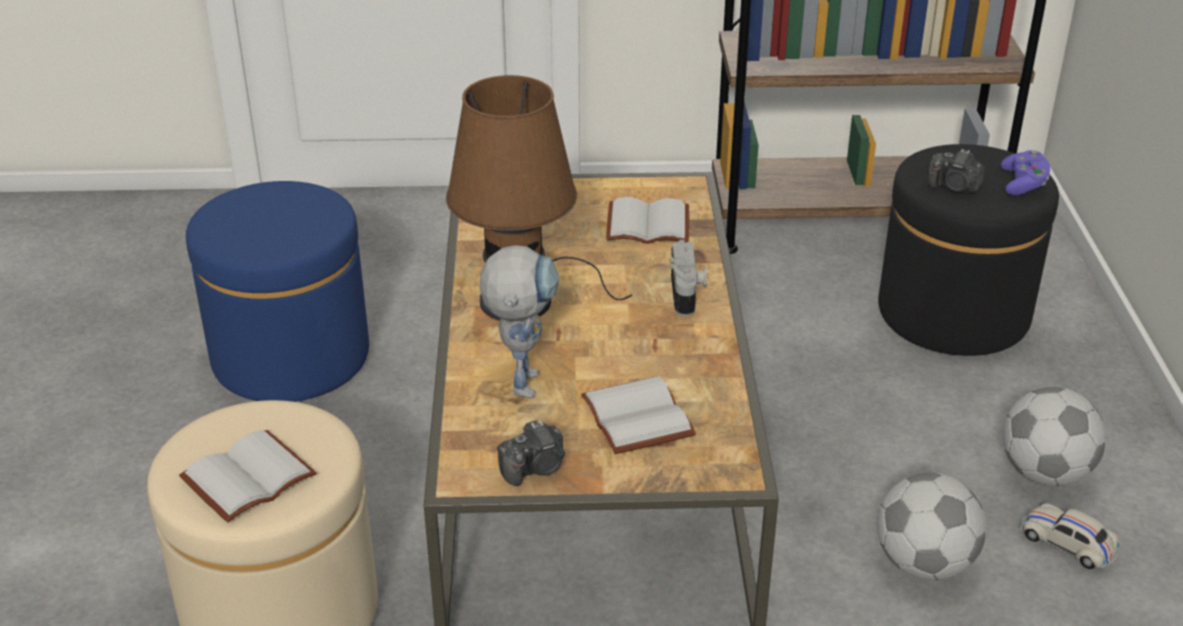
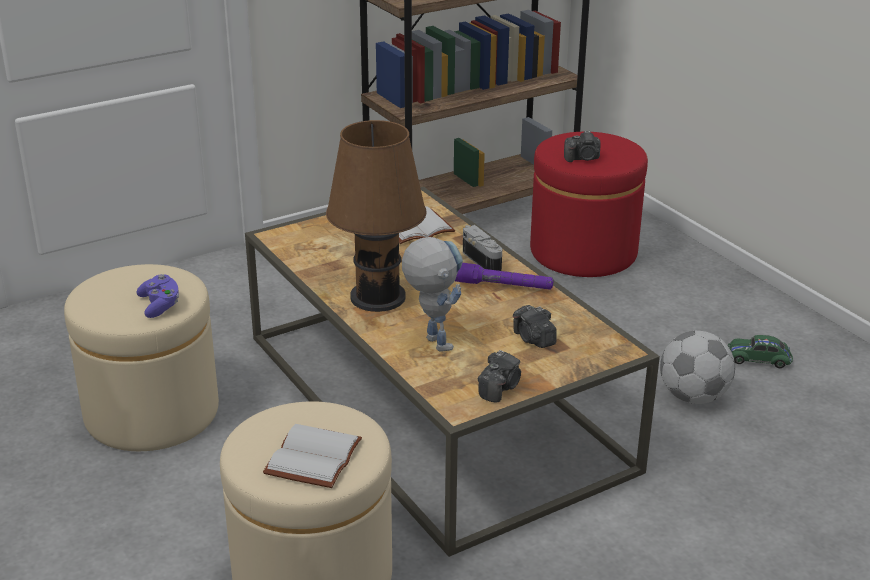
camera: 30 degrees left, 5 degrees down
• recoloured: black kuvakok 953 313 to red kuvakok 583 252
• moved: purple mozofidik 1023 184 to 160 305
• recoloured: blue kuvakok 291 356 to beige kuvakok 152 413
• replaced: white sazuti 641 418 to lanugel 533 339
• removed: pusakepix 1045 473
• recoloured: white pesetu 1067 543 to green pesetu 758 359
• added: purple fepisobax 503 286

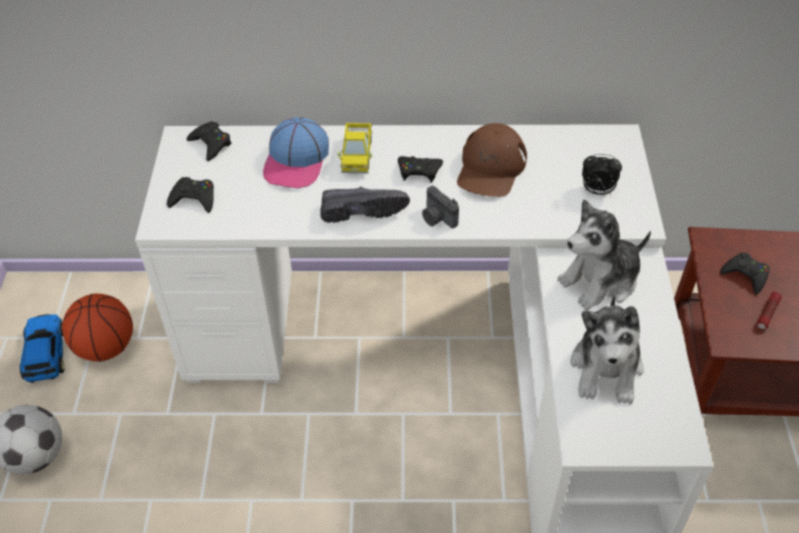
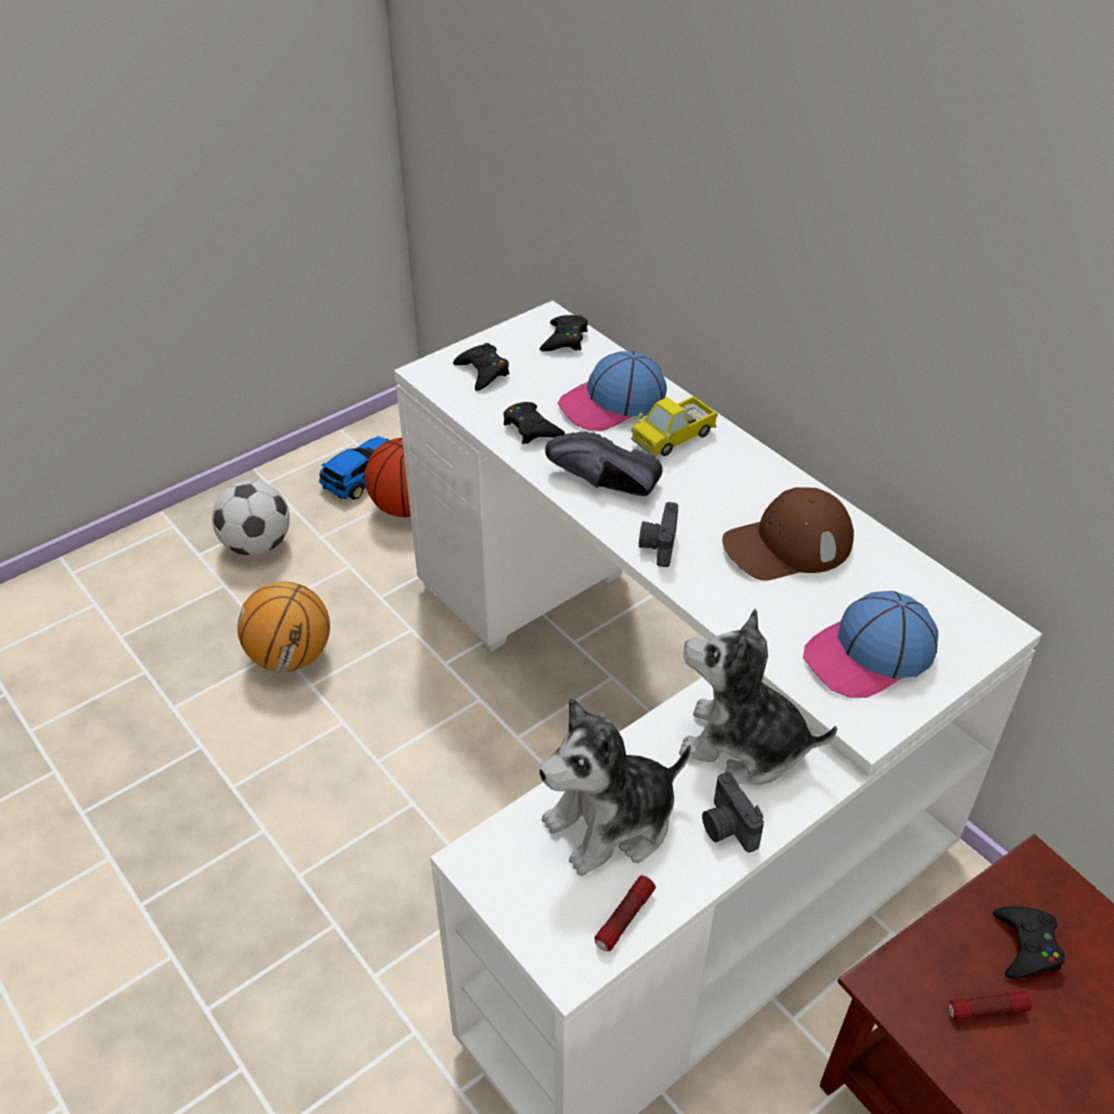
camera: 50 degrees right, 5 degrees down
• replaced: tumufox 597 191 to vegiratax 869 655
• moved: black mozofidik 419 171 to 531 428
• turned: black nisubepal 362 210 = 602 485 150 degrees clockwise
• added: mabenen 291 656
• added: lanugel 727 827
• added: fepisobax 624 919

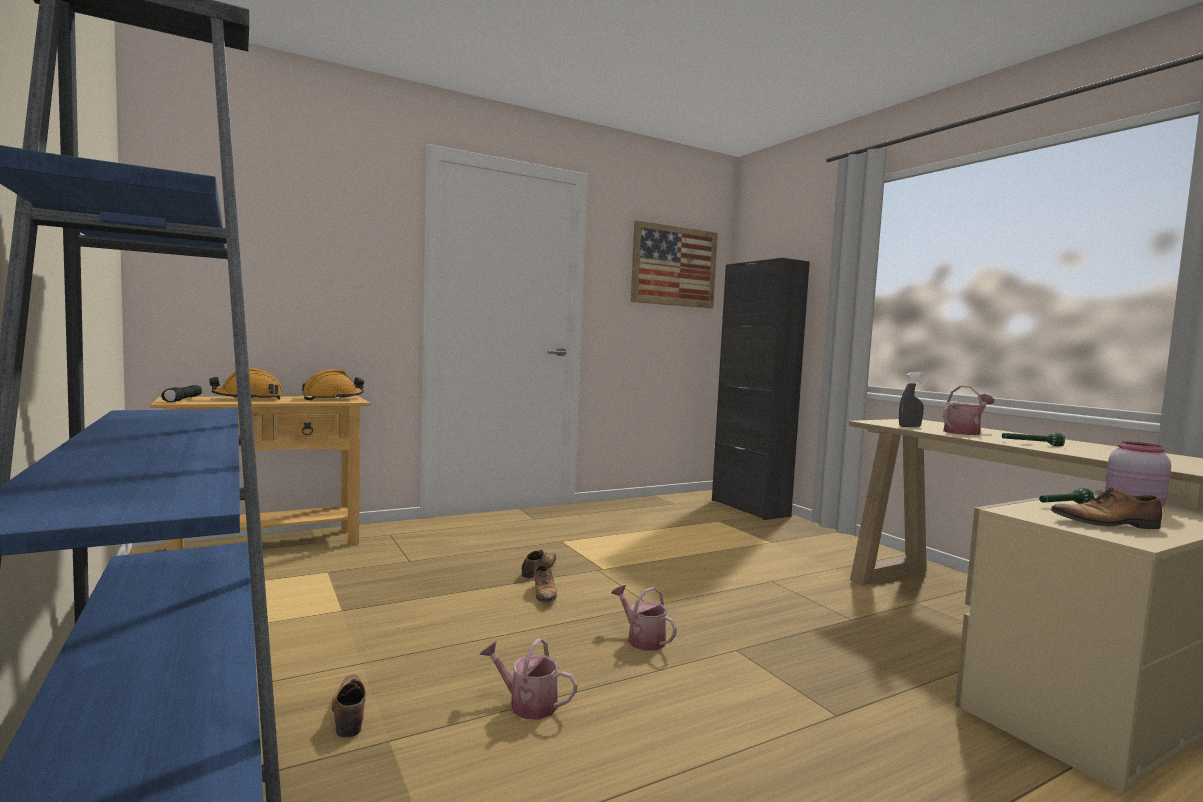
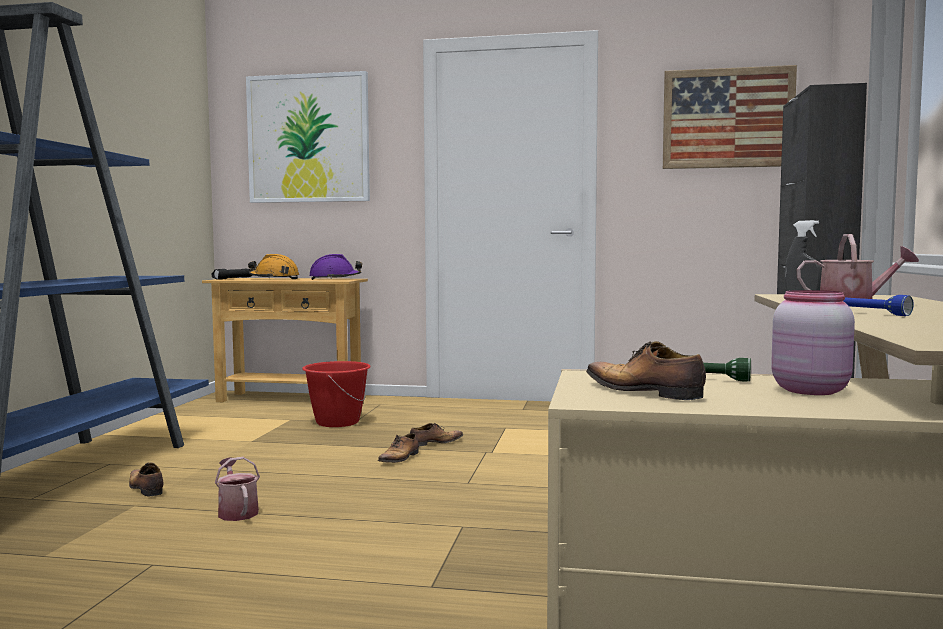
camera: 40 degrees right, 0 degrees up
• recoloured: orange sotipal 333 398 to purple sotipal 335 279
• recoloured: green fepisobax 1031 444 to blue fepisobax 866 313
• removed: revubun 642 639
• turned: nisubepal 349 713 = 145 488 60 degrees counterclockwise
• added: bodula 308 139
• added: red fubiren 337 422

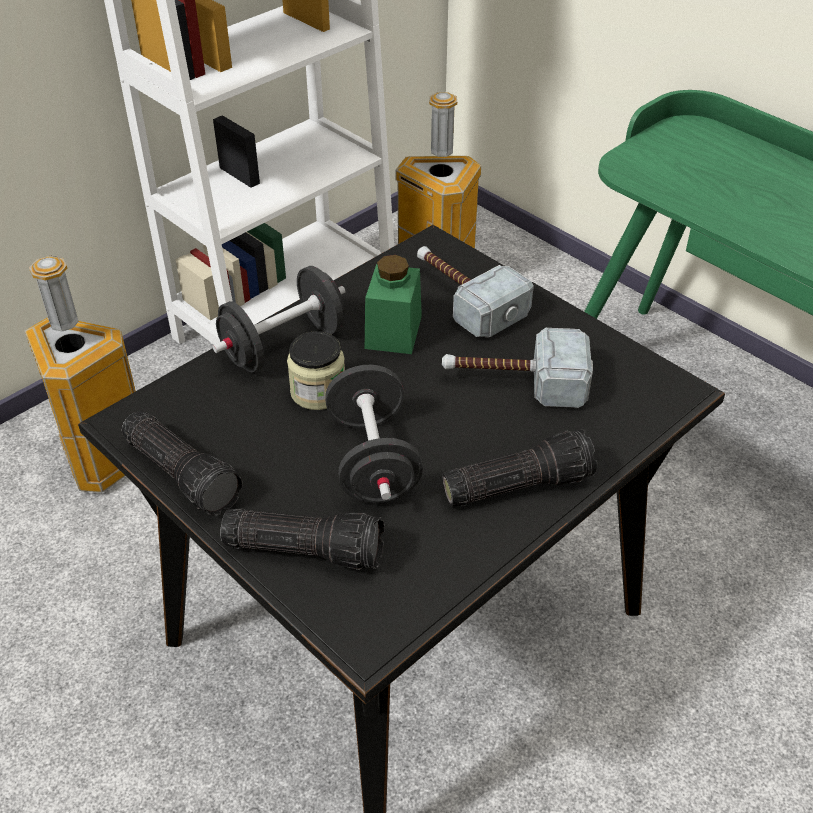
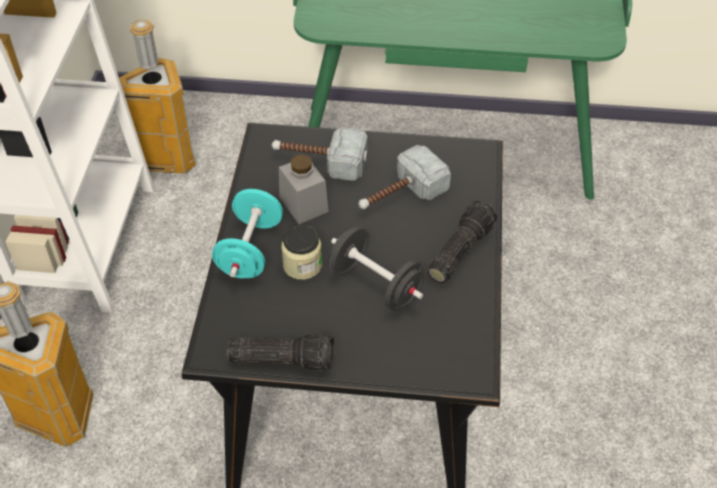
camera: 40 degrees left, 5 degrees up
• recoloured: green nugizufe 393 332 to grey nugizufe 303 204
• recoloured: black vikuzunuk 283 346 to turquoise vikuzunuk 250 250
• removed: fepisobax 306 548

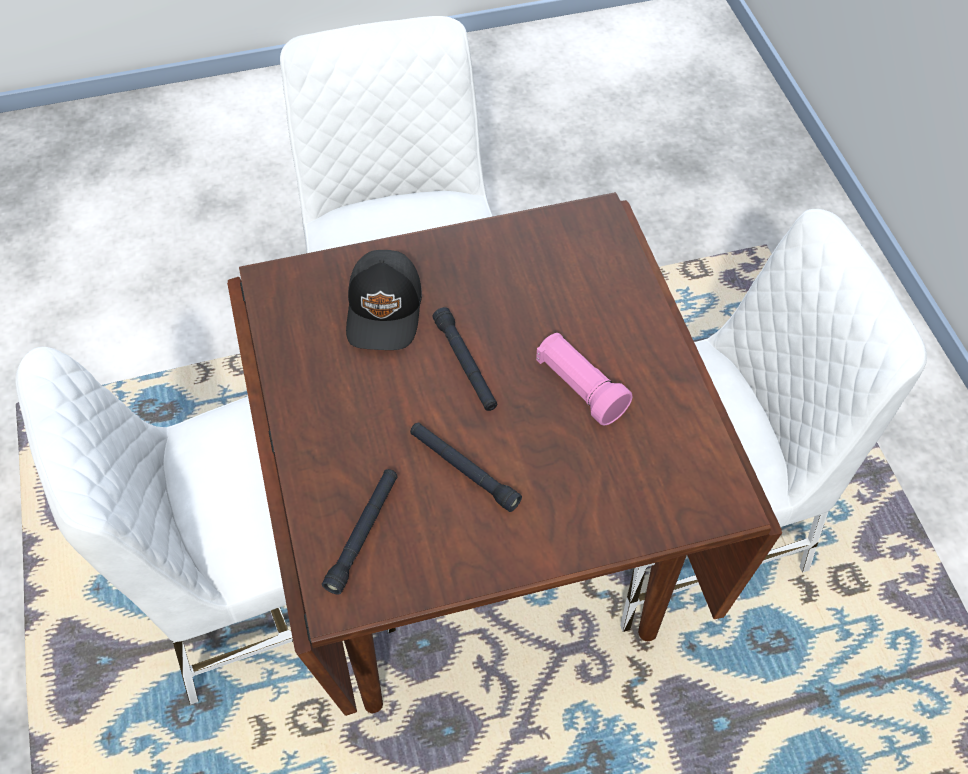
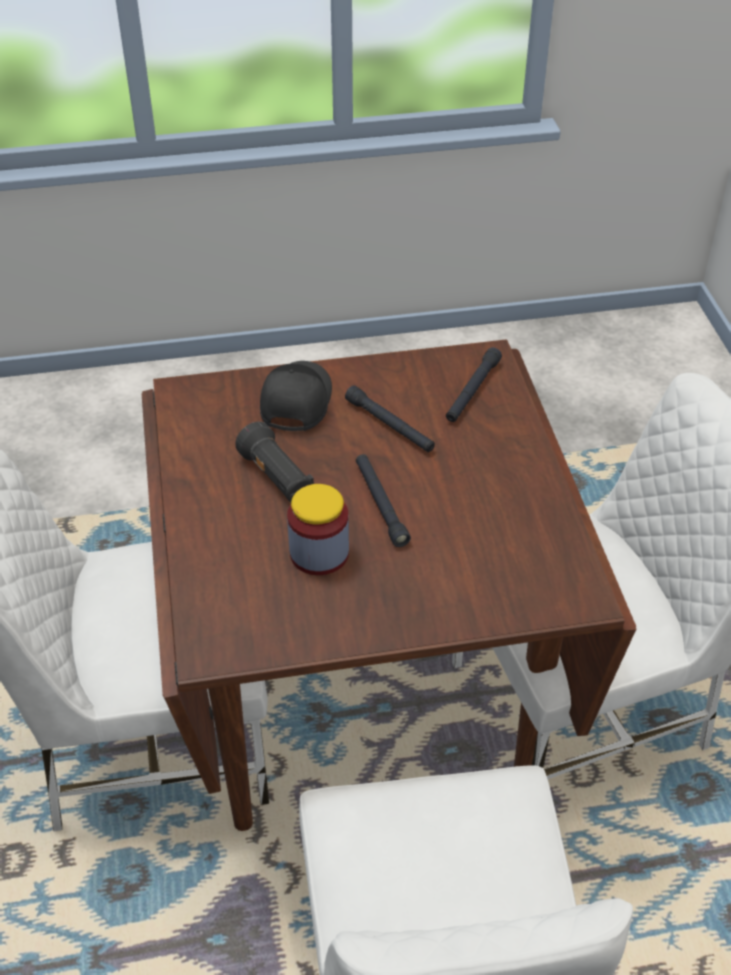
camera: 175 degrees left, 10 degrees down
• moved: black vegiratax 386 310 to 295 402
• recoloured: pink fepisobax 579 388 to black fepisobax 277 478
• added: nugizufe 319 553

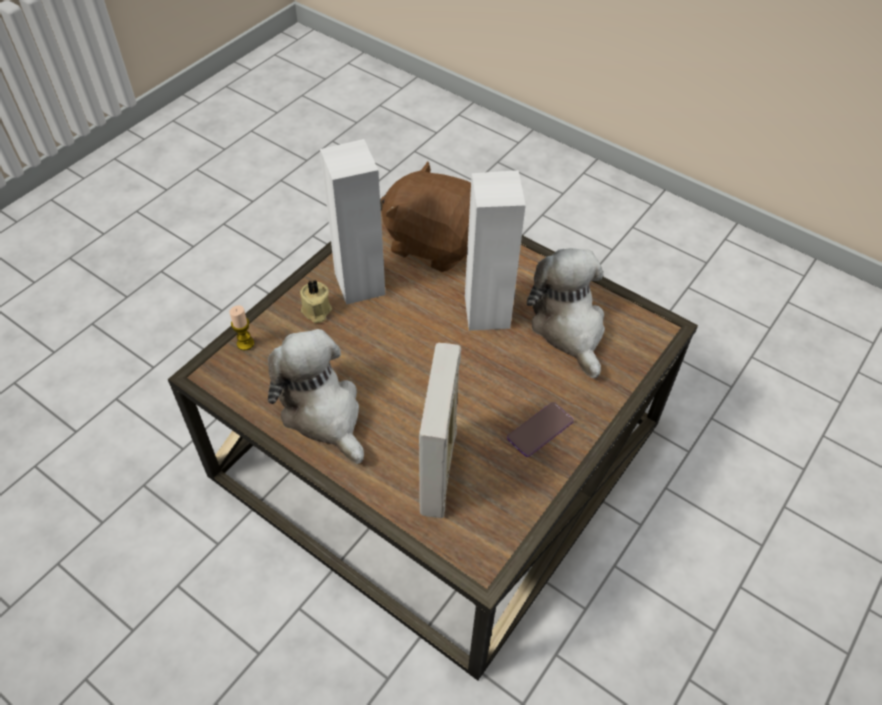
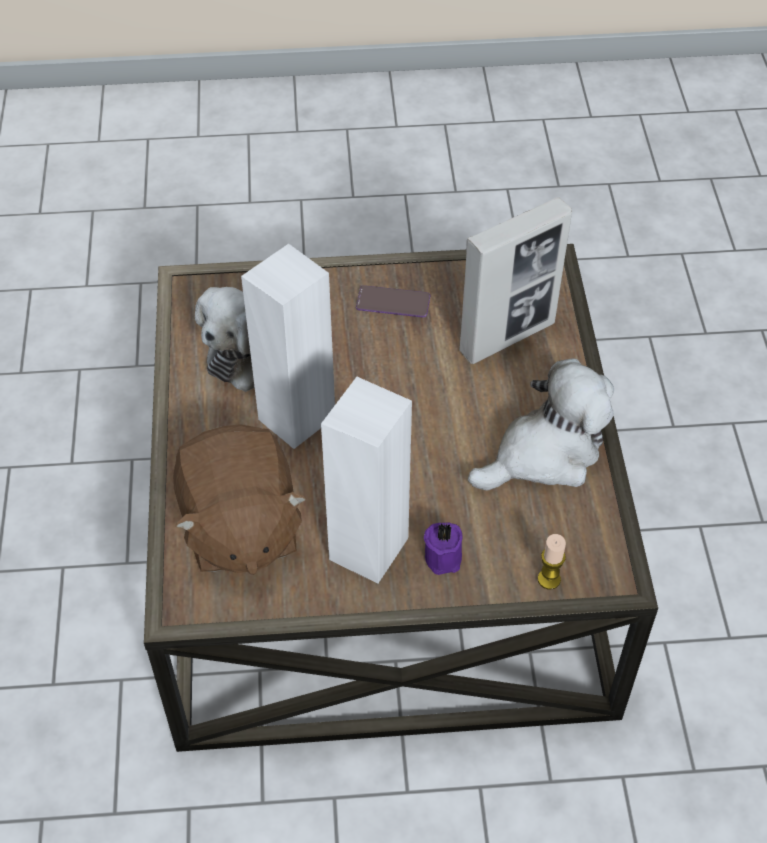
camera: 130 degrees left, 0 degrees up
• recoloured: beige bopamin 316 311 to purple bopamin 444 556
• turned: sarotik 323 412 = 545 454 135 degrees counterclockwise

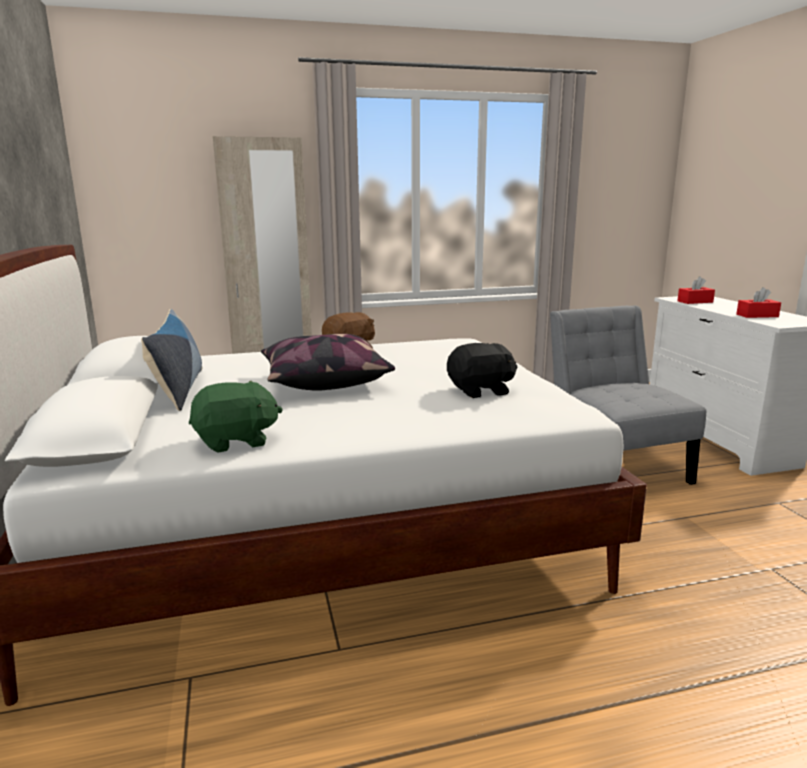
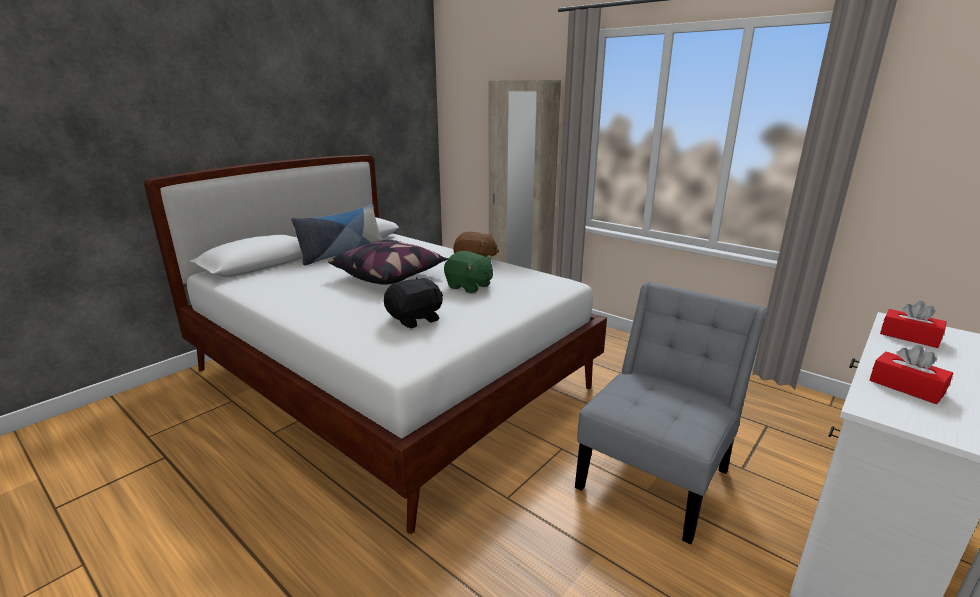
camera: 55 degrees right, 5 degrees up
• turned: black sarotik 481 391 = 415 319 75 degrees counterclockwise
• moved: green sarotik 236 441 to 469 286

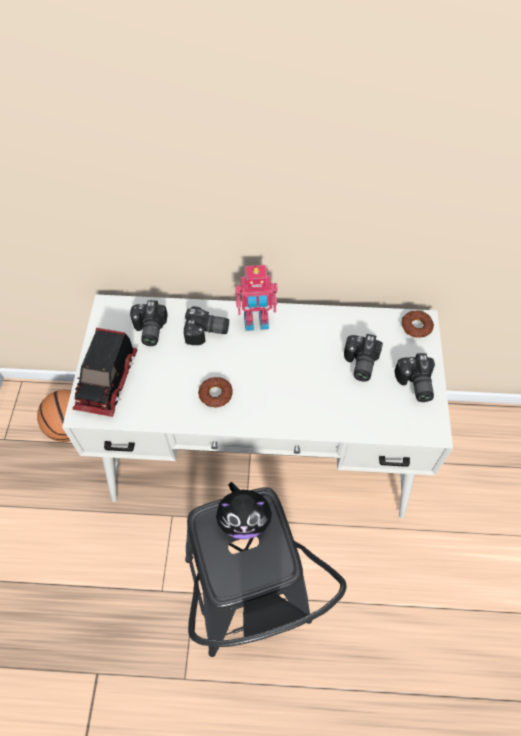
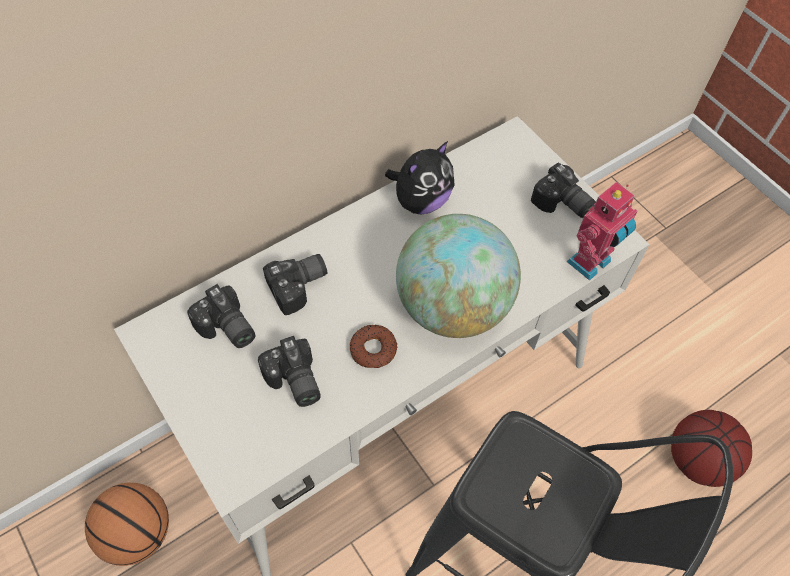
camera: 40 degrees left, 0 degrees up
• moved: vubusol 256 323 to 591 263
• removed: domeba 416 326
• removed: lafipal 108 381
• moved: lanugel 359 363 to 293 382
• moved: sarotik 244 519 to 420 201
• added: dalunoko 453 307
• added: mabenen 697 459

